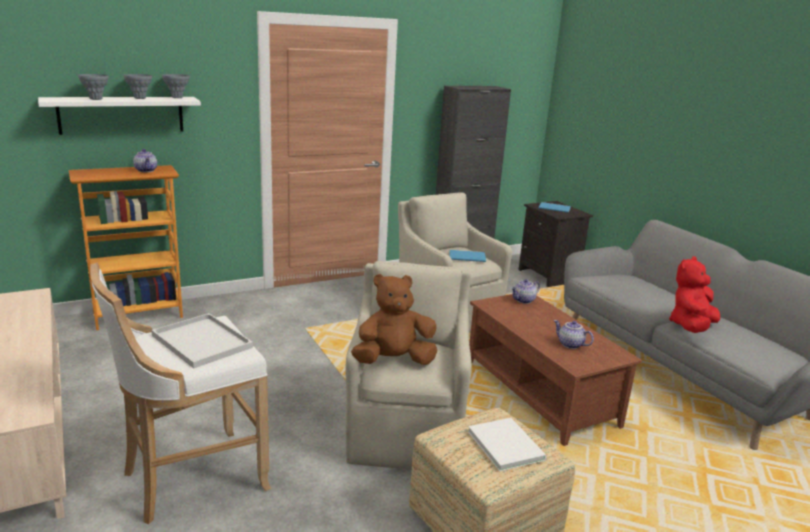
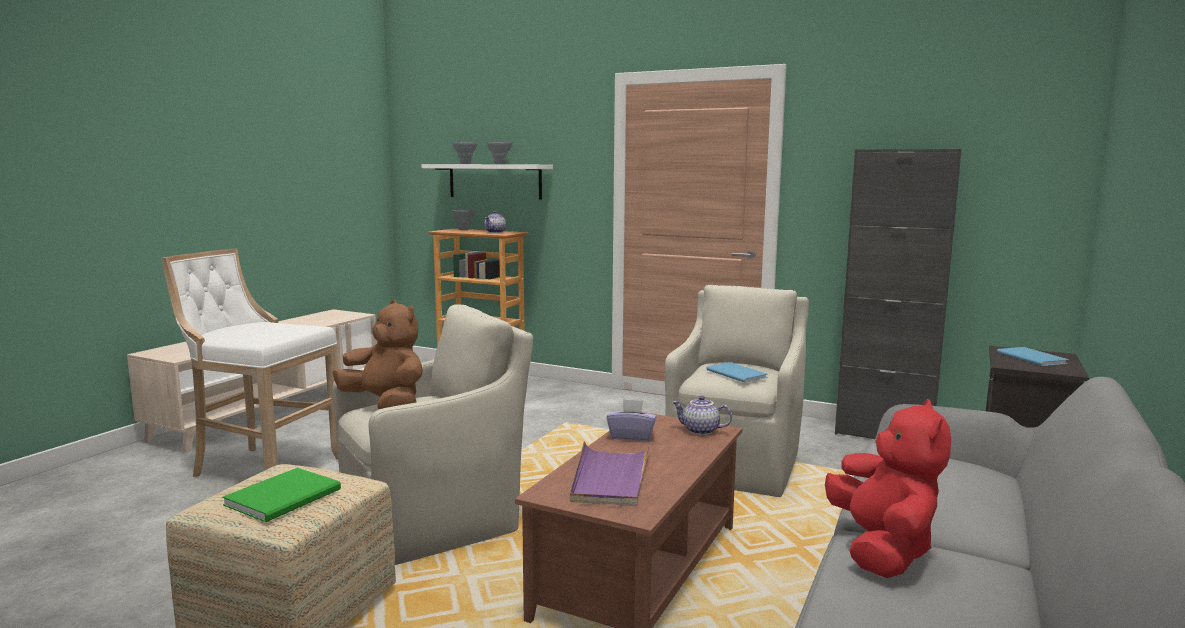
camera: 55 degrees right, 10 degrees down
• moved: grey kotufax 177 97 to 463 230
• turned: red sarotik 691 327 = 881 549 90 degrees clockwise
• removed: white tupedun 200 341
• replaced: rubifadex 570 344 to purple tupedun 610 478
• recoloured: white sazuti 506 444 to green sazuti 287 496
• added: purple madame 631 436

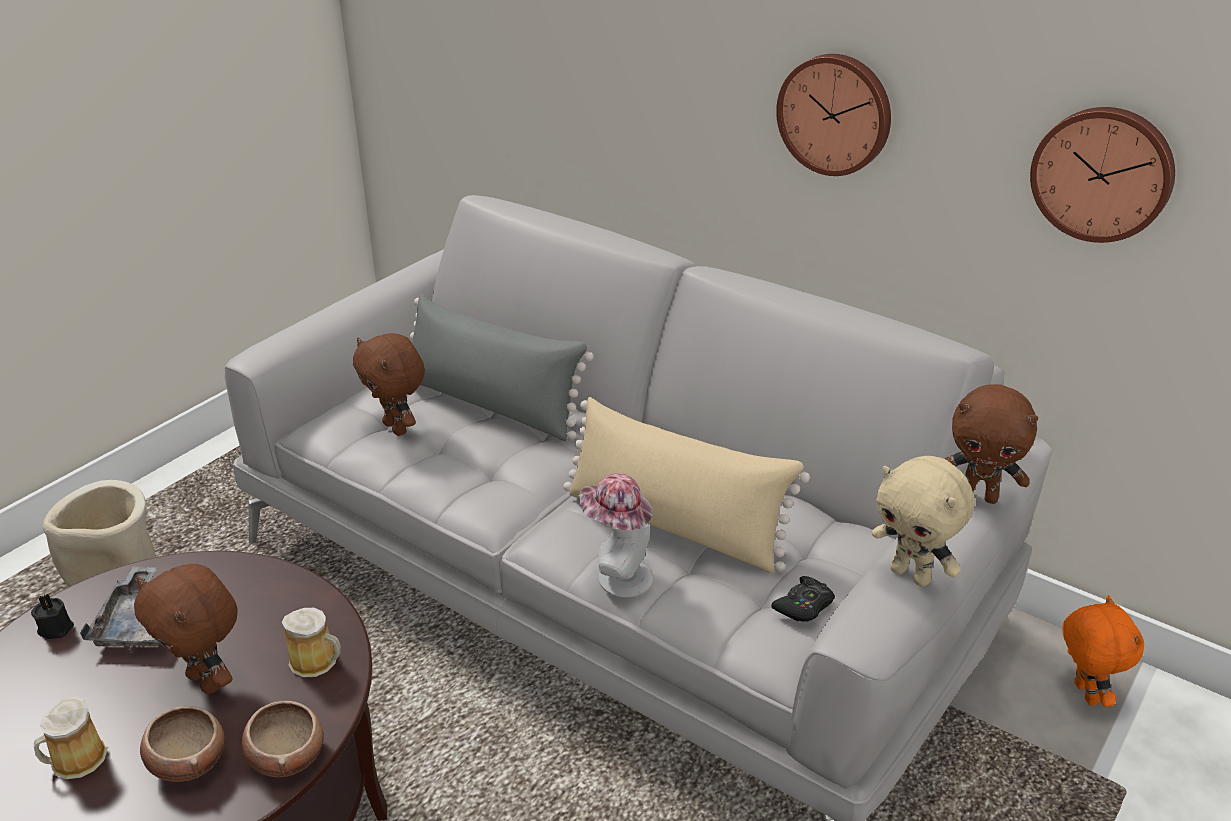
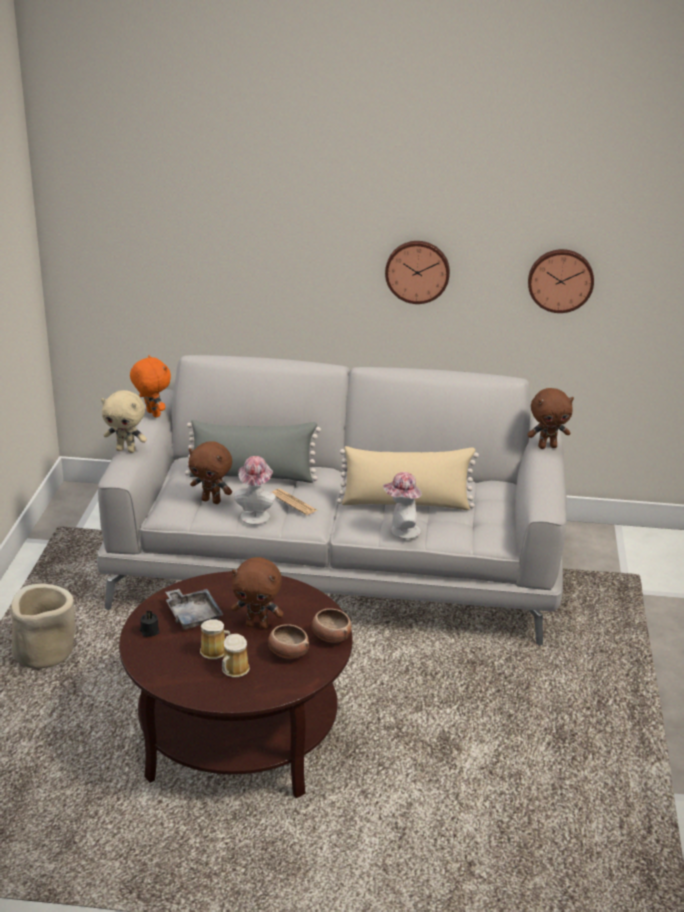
camera: 30 degrees left, 5 degrees down
• moved: beige sarotik 911 575 to 126 450
• removed: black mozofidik 804 606
• moved: orange sarotik 1083 693 to 152 414
• moved: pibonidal 316 662 to 215 651
• added: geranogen 256 515
• added: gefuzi 293 502

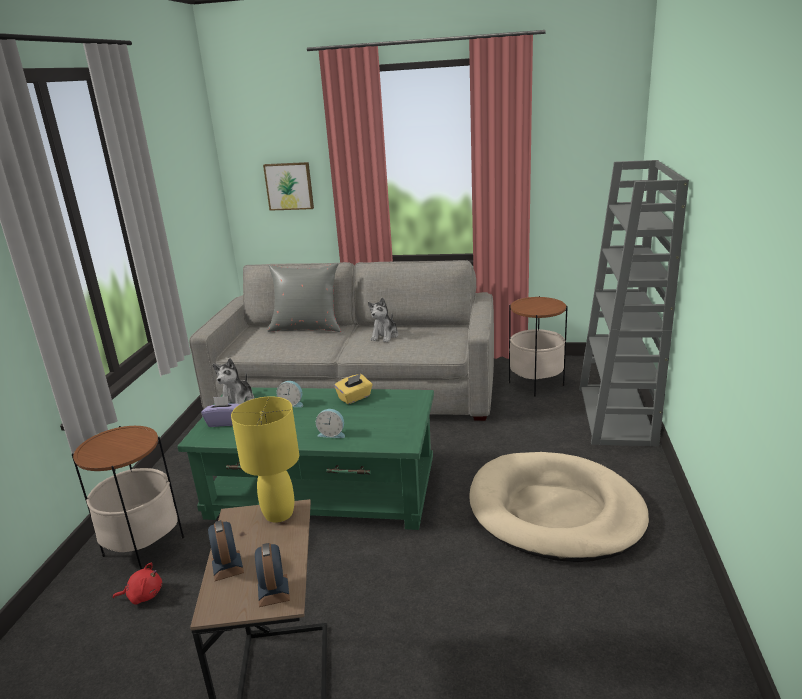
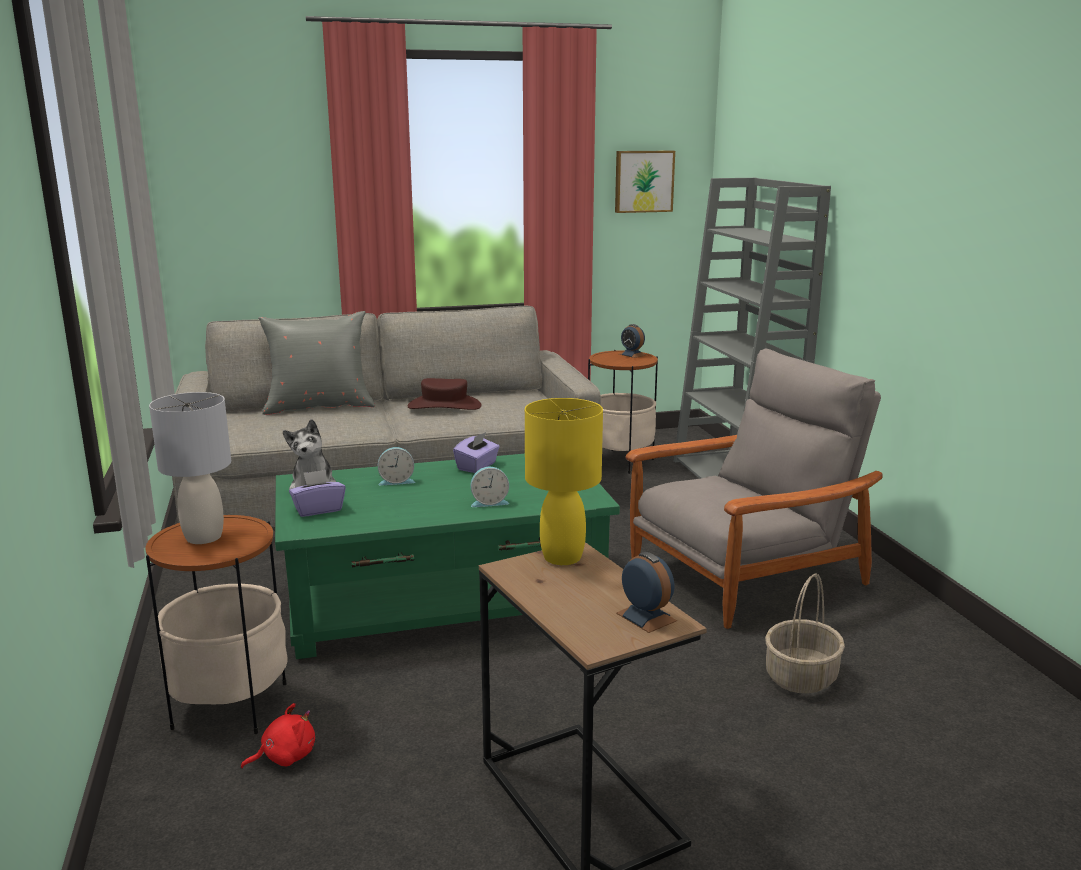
camera: 25 degrees left, 5 degrees down
• moved: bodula 289 186 to 643 181
• replaced: sarotik 385 336 to brown geranogen 444 406
• recoloured: yellow madame 355 398 to purple madame 477 466
• replaced: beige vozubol 555 511 to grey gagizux 745 574
• moved: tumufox 227 565 to 632 354
• added: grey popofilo 203 537
• added: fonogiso 801 677

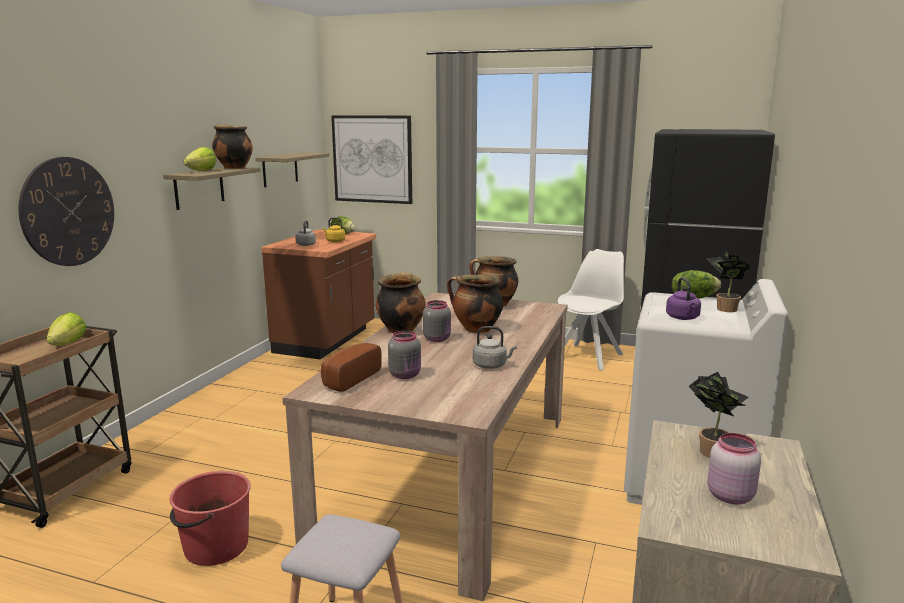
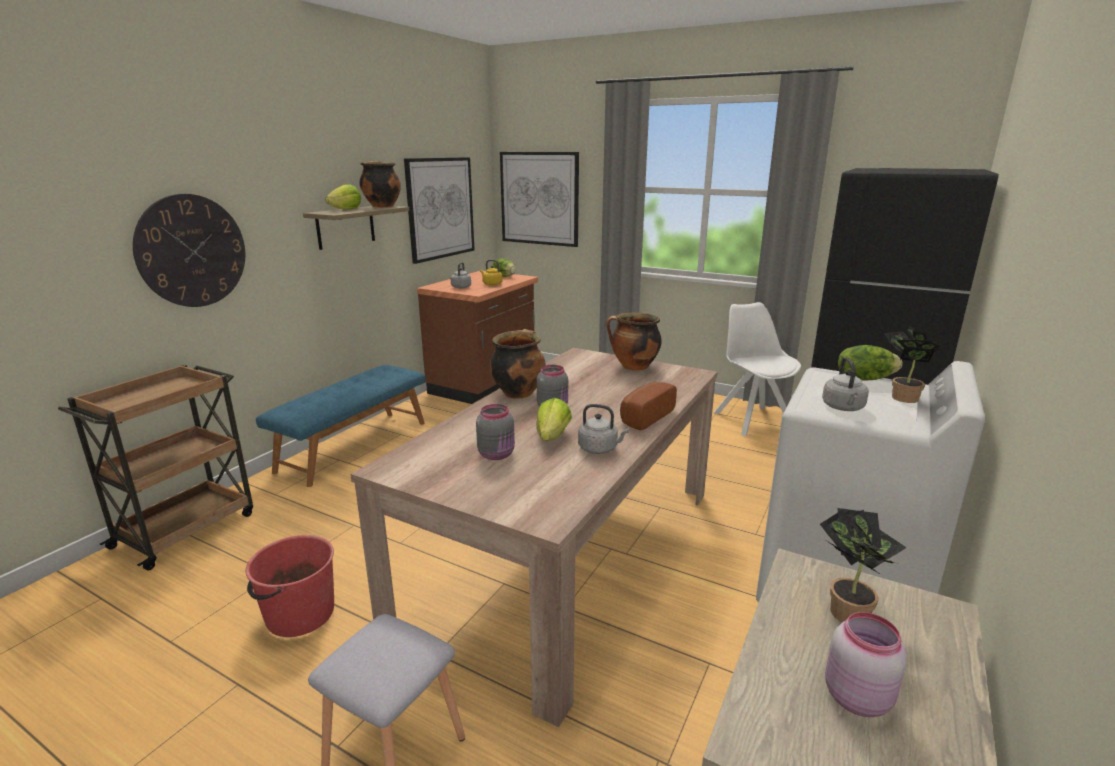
camera: 10 degrees right, 5 degrees up
• replaced: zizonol 280 169 to bodula 440 208
• turned: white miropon 588 356 = 752 420 60 degrees counterclockwise
• removed: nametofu 476 329
• recoloured: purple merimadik 683 318 to grey merimadik 843 408
• moved: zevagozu 68 344 to 552 437
• moved: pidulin 348 379 to 644 417
• added: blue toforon 354 446

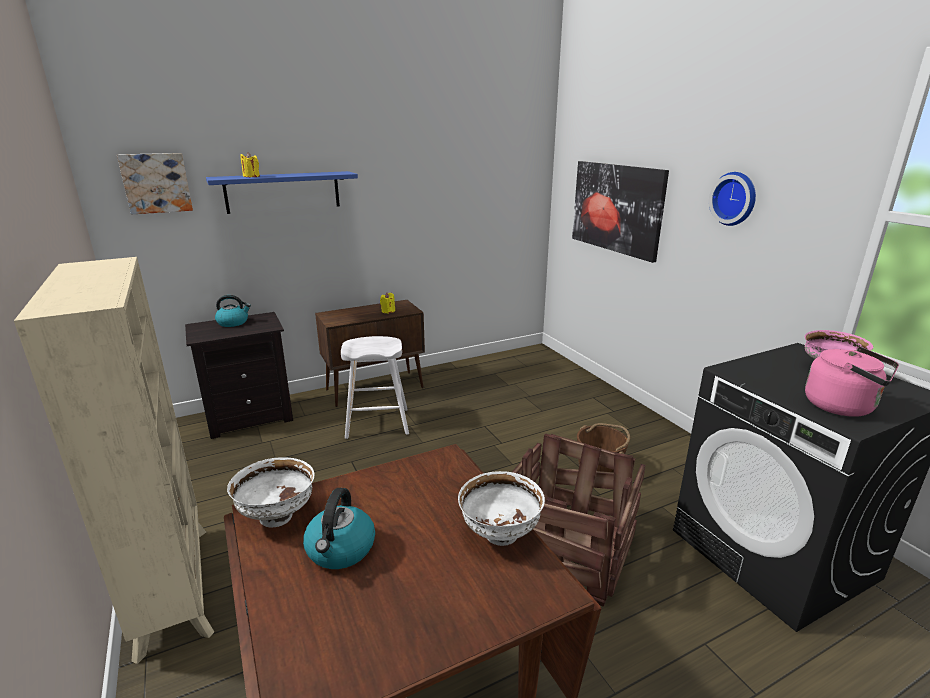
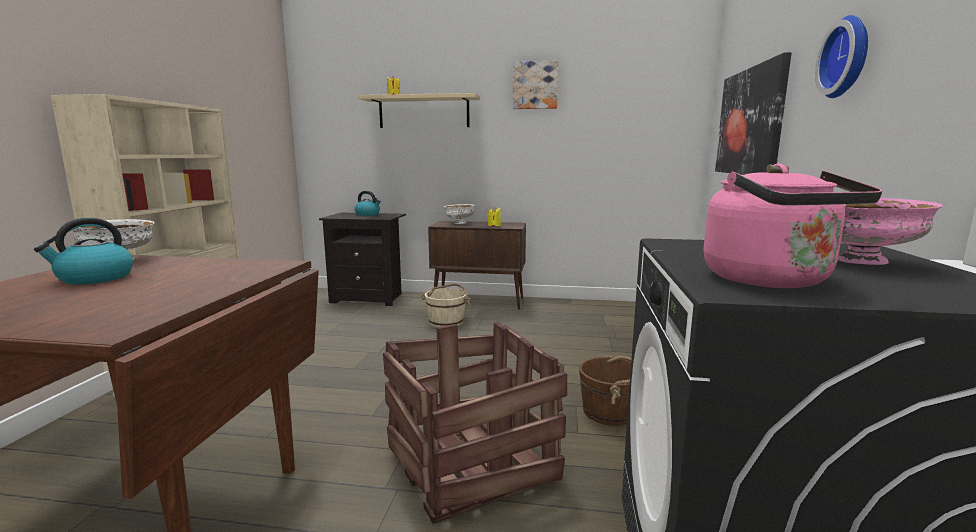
camera: 35 degrees right, 10 degrees down
• moved: bodula 156 183 to 535 85
• recoloured: blue zizonol 283 192 to beige zizonol 423 112
• replaced: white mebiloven 377 423 to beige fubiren 446 322
• moved: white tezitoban 500 535 to 459 223

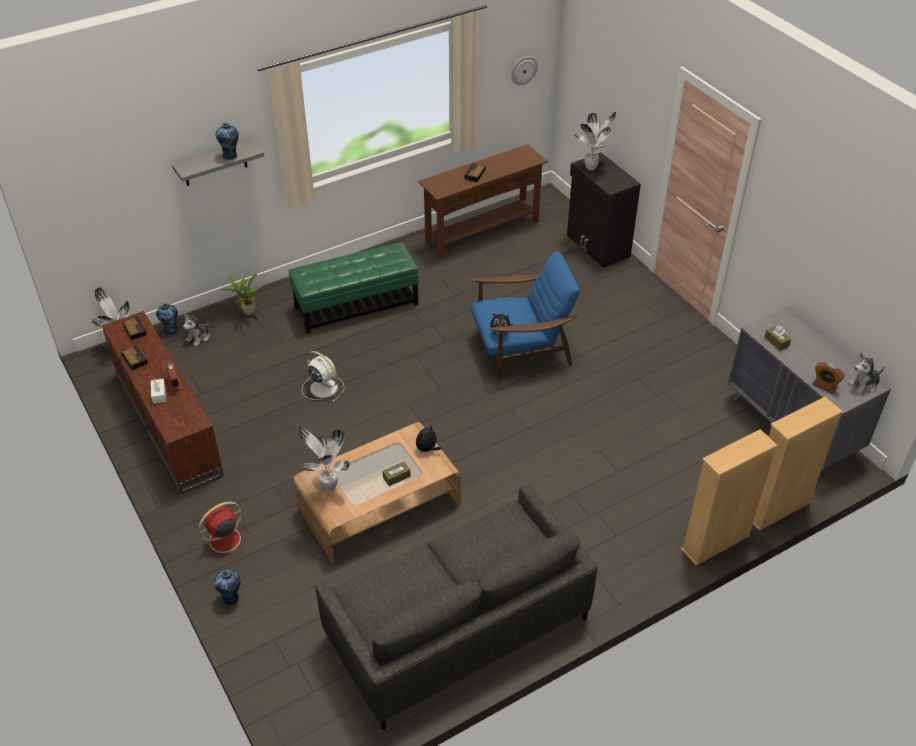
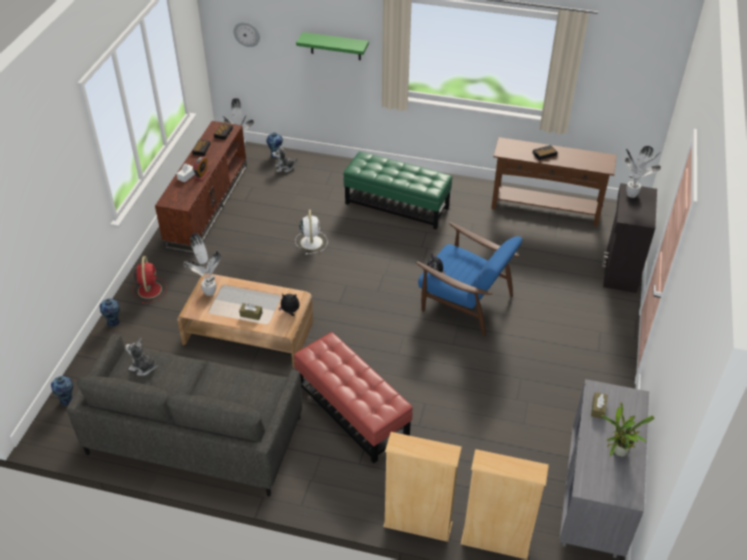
camera: 45 degrees right, 0 degrees up
• moved: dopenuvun 523 70 to 247 34
• moved: kotufax 230 156 to 67 400
• recoloured: grey zizonol 215 164 to green zizonol 335 46
• moved: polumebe 248 313 to 618 452
• moved: sarotik 863 384 to 143 367
• removed: tumufox 825 386
• turned: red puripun 223 541 = 149 289 75 degrees clockwise
• added: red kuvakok 351 411

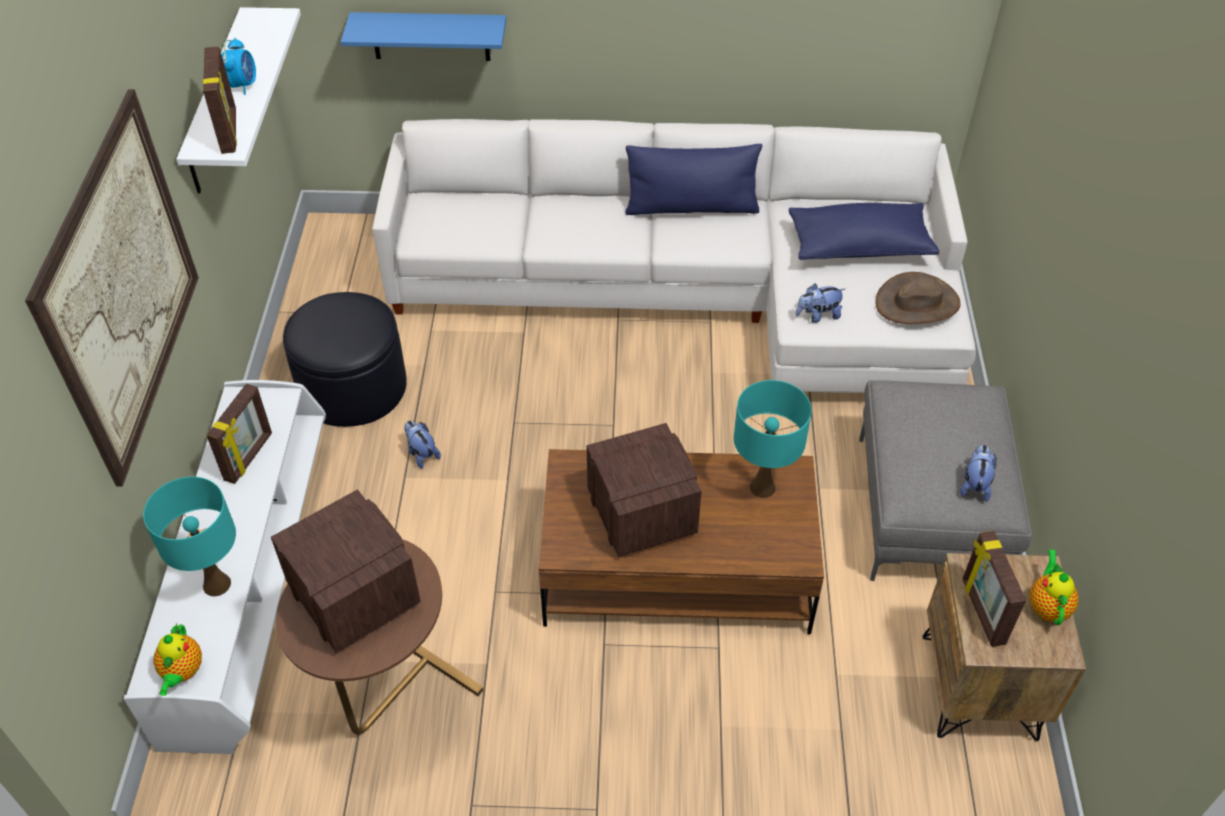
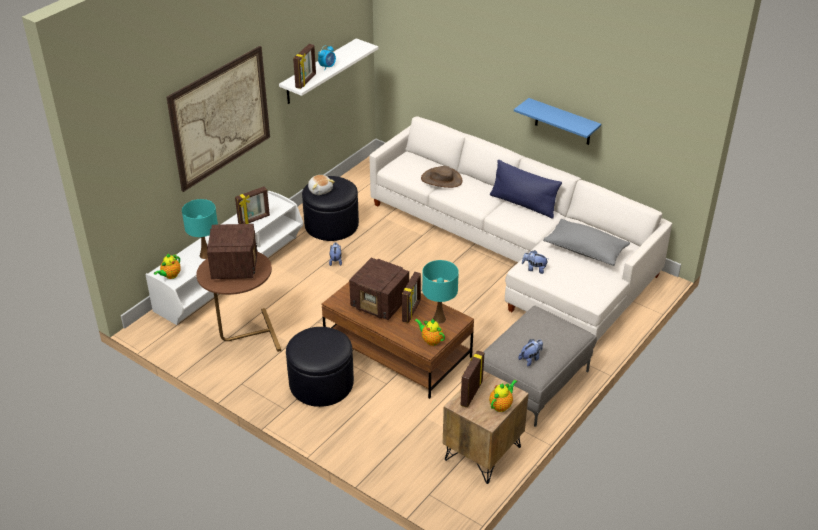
camera: 35 degrees right, 10 degrees down
• moved: blue zizonol 430 36 to 563 122
• recoloured: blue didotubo 859 246 to grey didotubo 585 250
• moved: brown geranogen 917 303 to 441 179
• turned: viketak 641 512 = 380 304 105 degrees clockwise
• added: sarotik 320 190
• added: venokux 412 311
• added: rubifadex 431 340
• added: black kuvakok 321 383

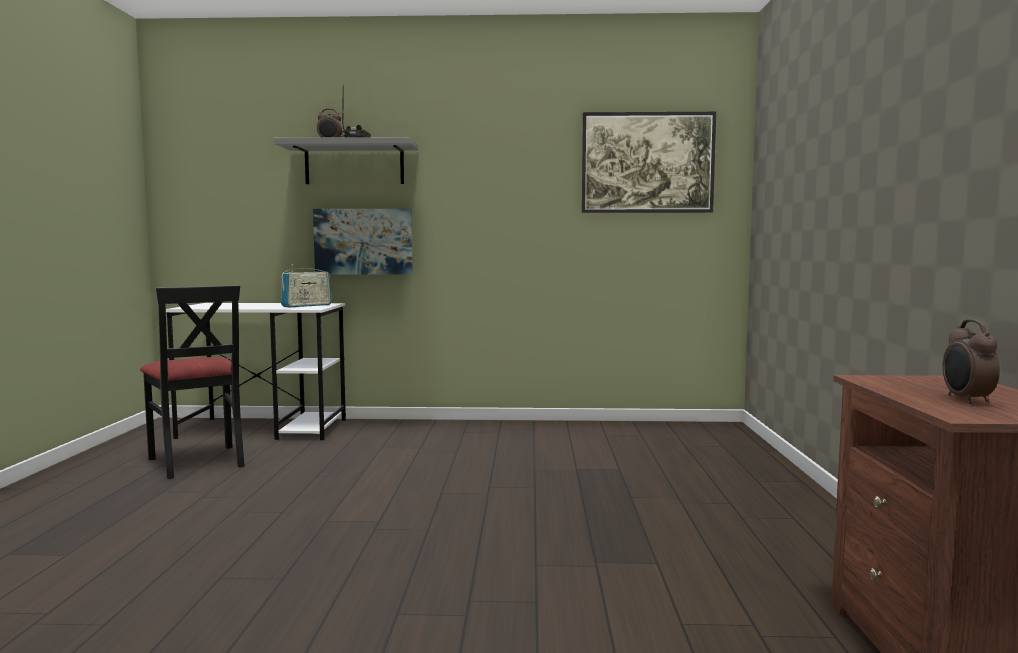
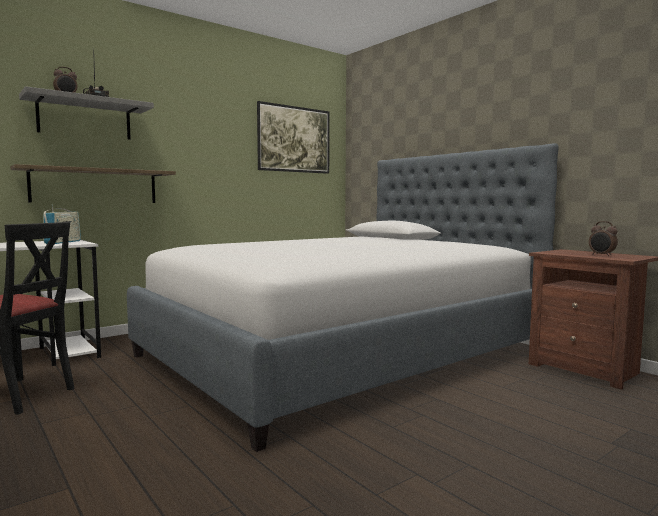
camera: 40 degrees left, 0 degrees up
• replaced: bodula 363 241 to zizonol 95 186
• added: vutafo 343 353

